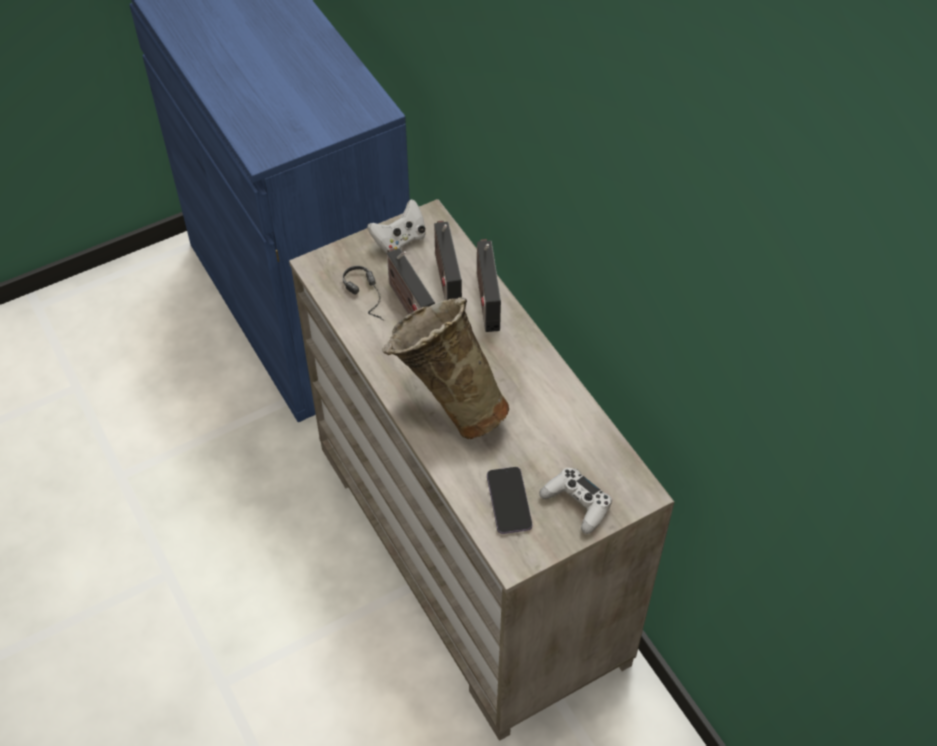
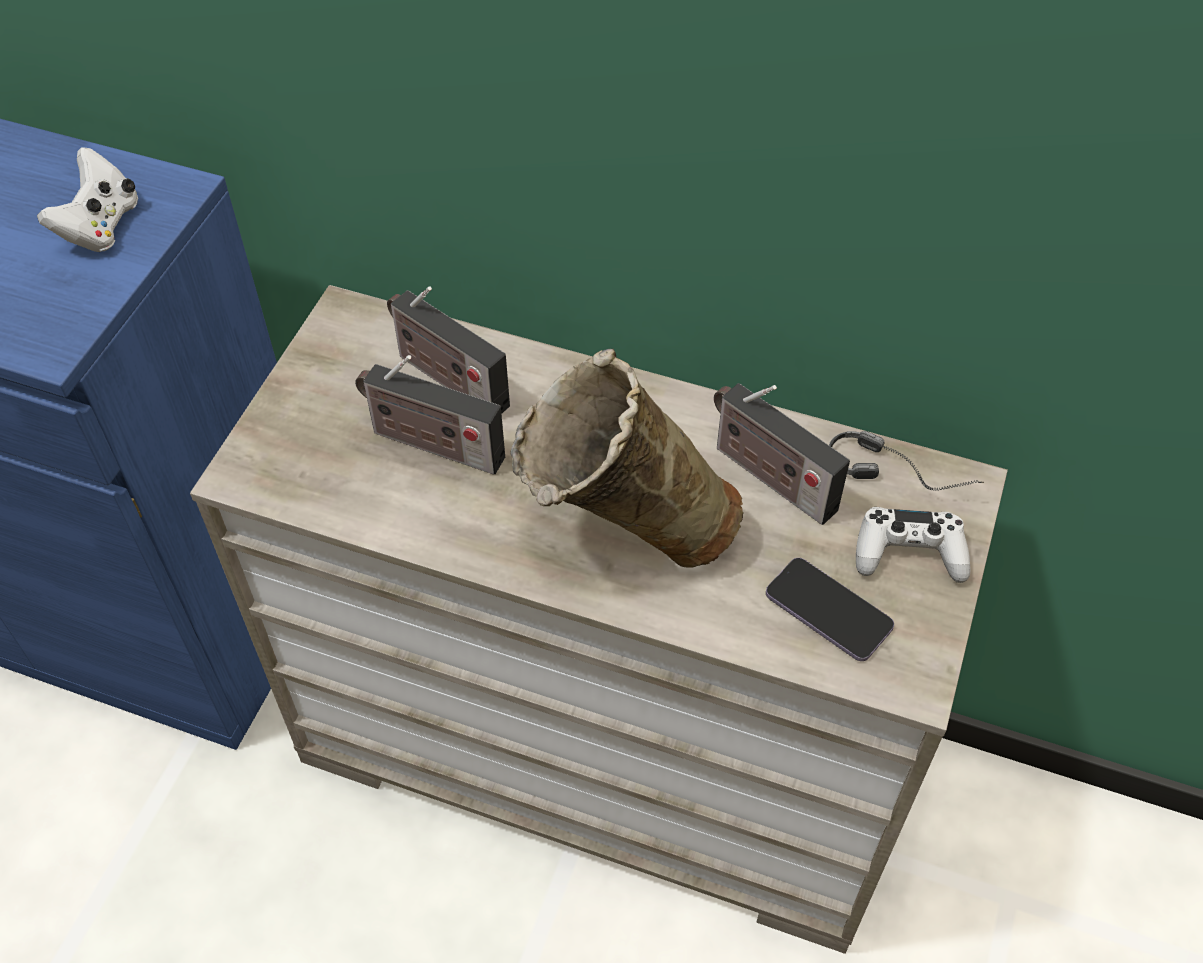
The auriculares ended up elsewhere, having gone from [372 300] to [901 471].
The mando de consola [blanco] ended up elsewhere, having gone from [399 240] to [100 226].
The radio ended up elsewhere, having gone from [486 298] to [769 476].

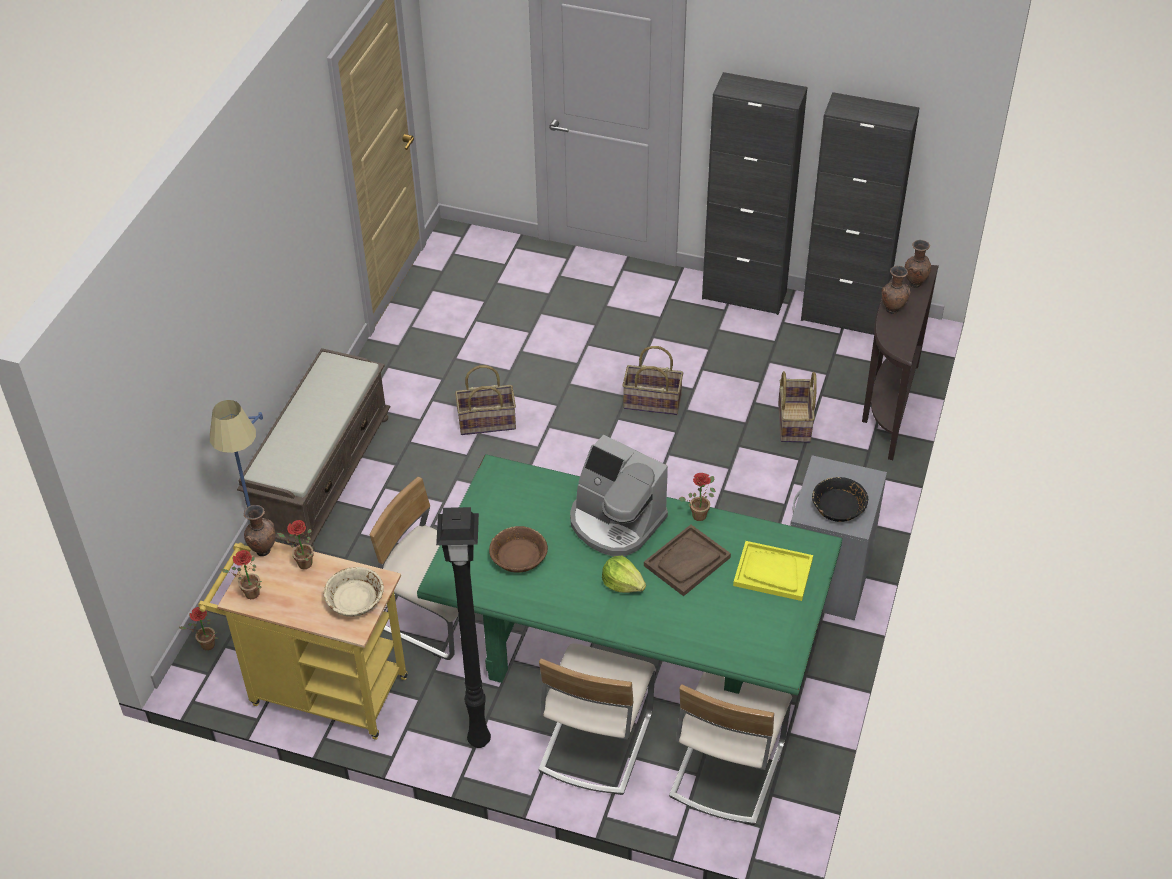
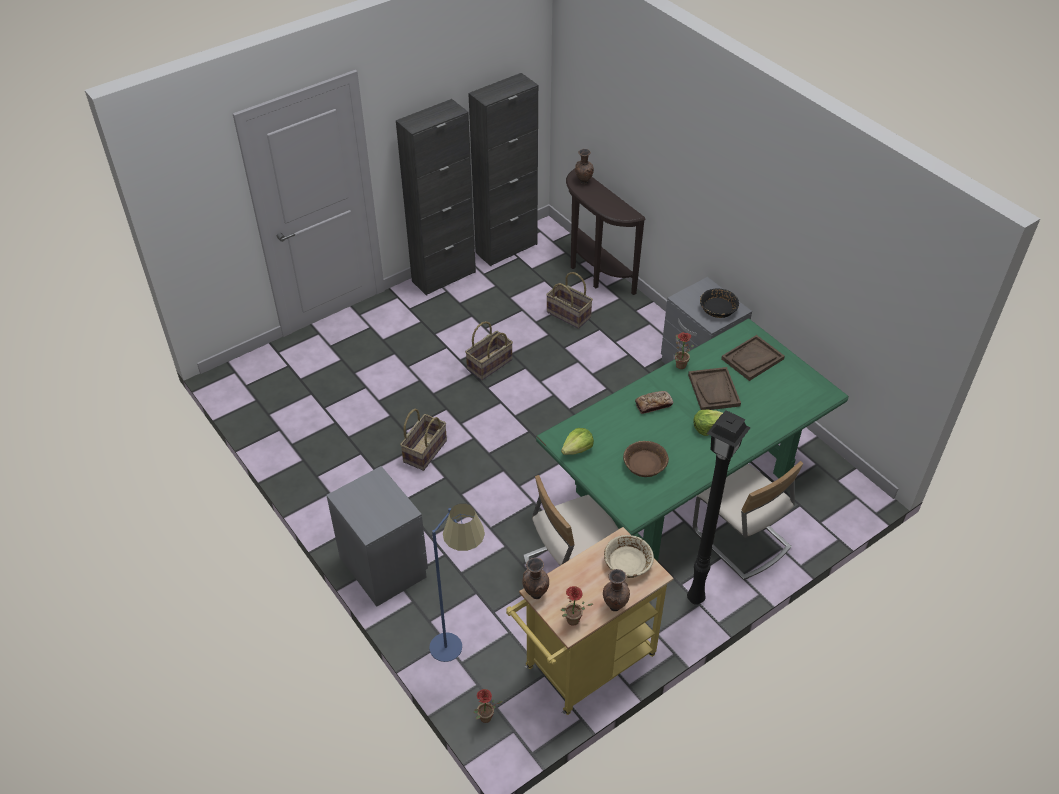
Where the banco [marrón] stood at [322 475], the mesita de noche [gris] came to stand at [384 566].
The second view lost the planta en maceta at [301 564].
Where the cafetera stood at [615 522], the pan came to stand at [653 404].
The second view lost the silla [beis] at [726 769].
What was the bandeja [amarillo] at [772 572] turned into the bandeja [marrón] at [752 359].
The florero [marrón] ended up elsewhere, having gone from [892 309] to [614 605].
The second view gained the lechuga at [577 449].

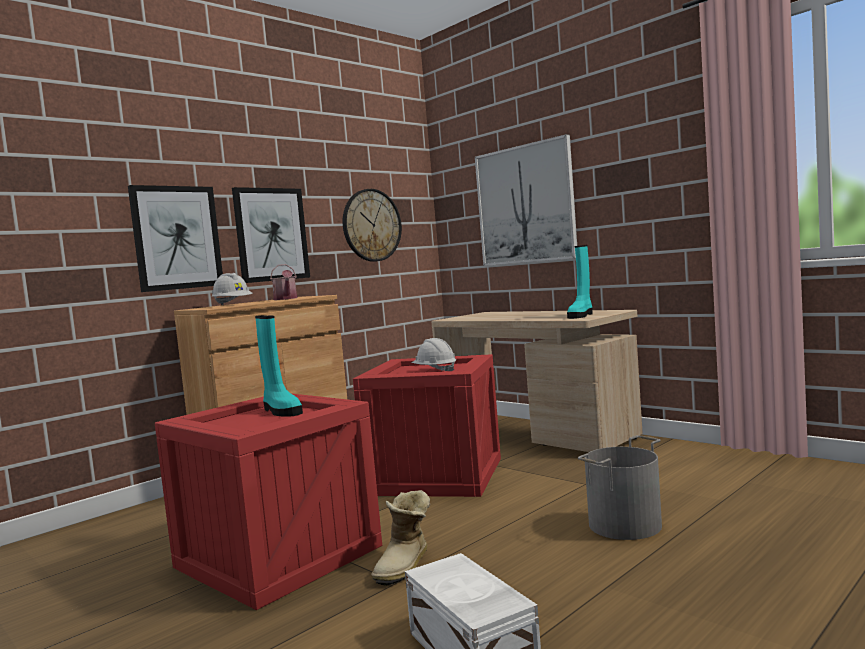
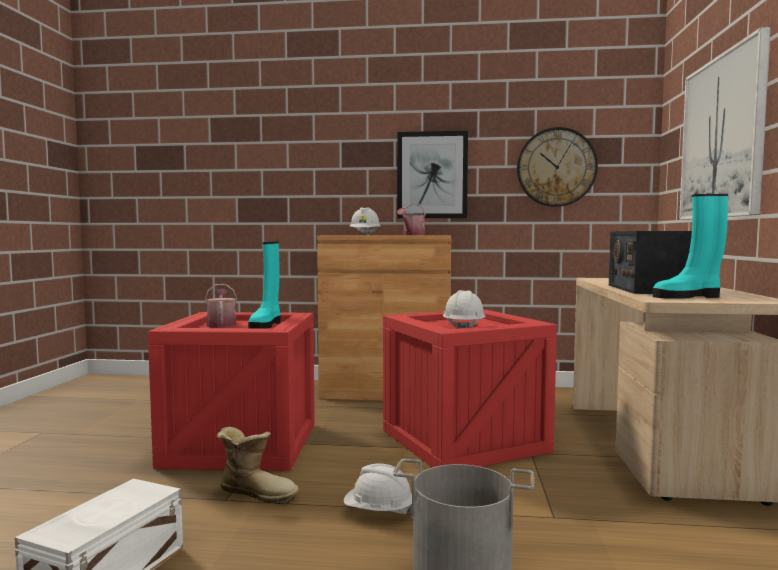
The second view lost the cuadro at [177 238].
The bota at [406 566] ended up facing another way, 150 degrees counterclockwise from before.
The second view gained the regadera at [221 324].
The second view gained the casco [blanco] at [378 512].
The second view gained the radio at [649 289].

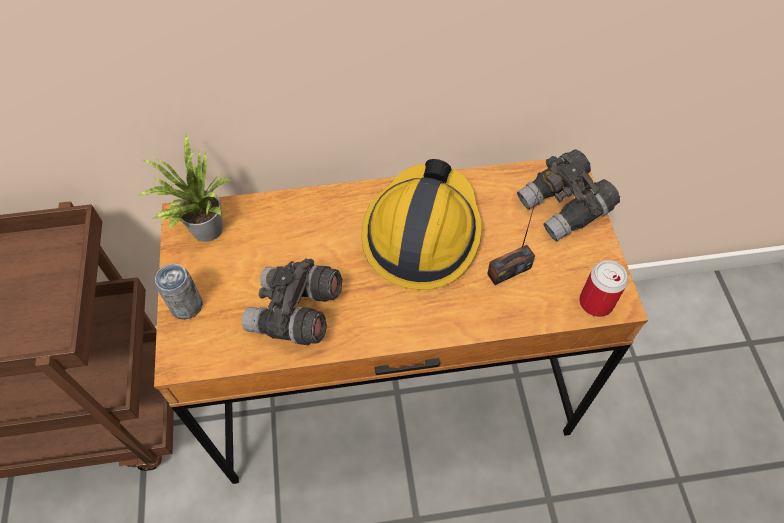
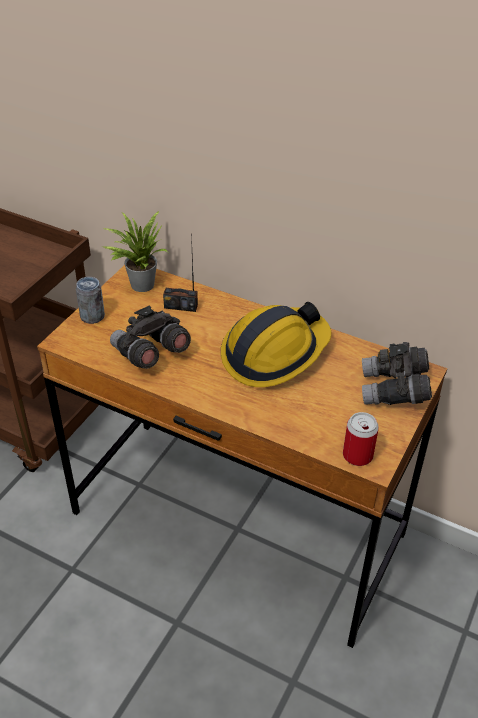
The radio ended up elsewhere, having gone from [509 270] to [181 306].

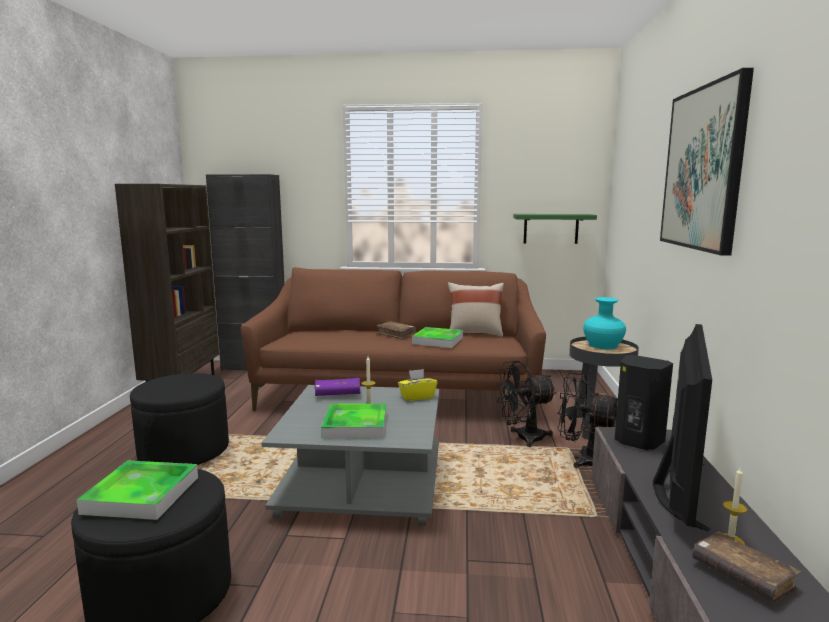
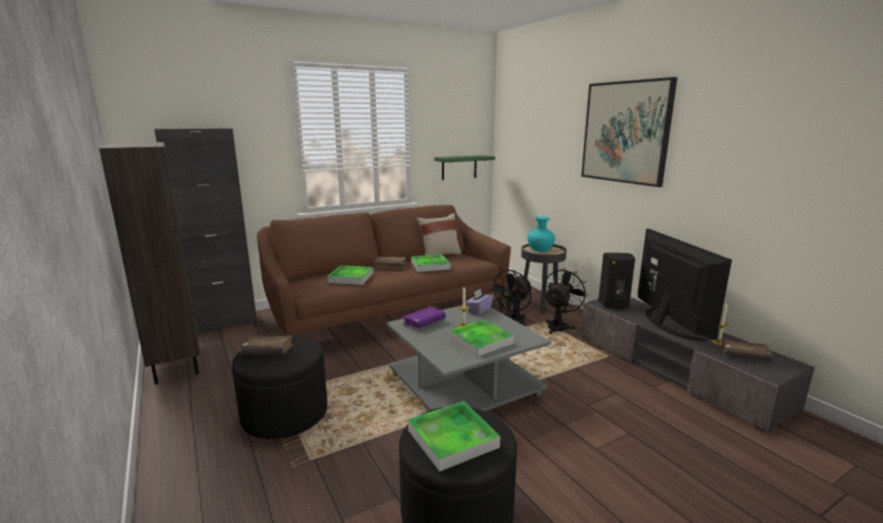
What was the caja de pañuelos [amarillo] at [417 397] turned into the caja de pañuelos [morado] at [479 310].
The ventilador [negro] at [583 459] ended up facing another way, 135 degrees clockwise from before.
The second view gained the libro [marrón] at [267 351].
The second view gained the bandeja at [351 278].

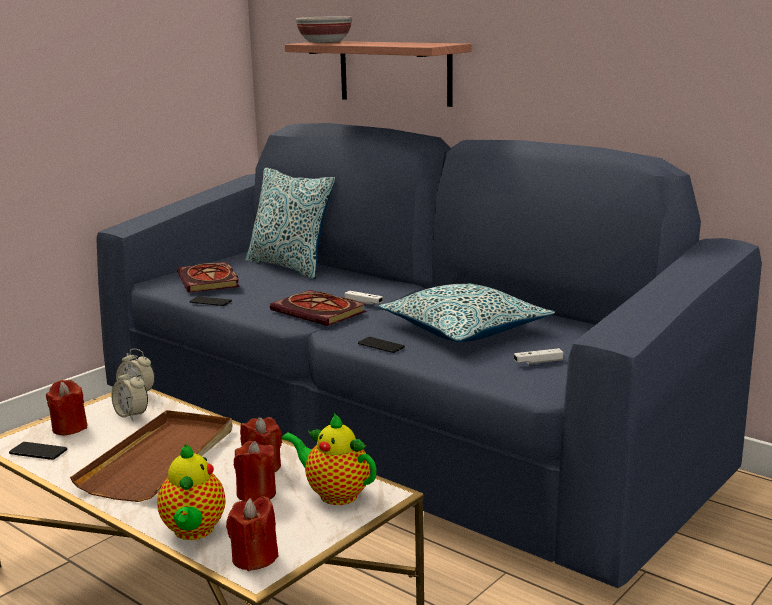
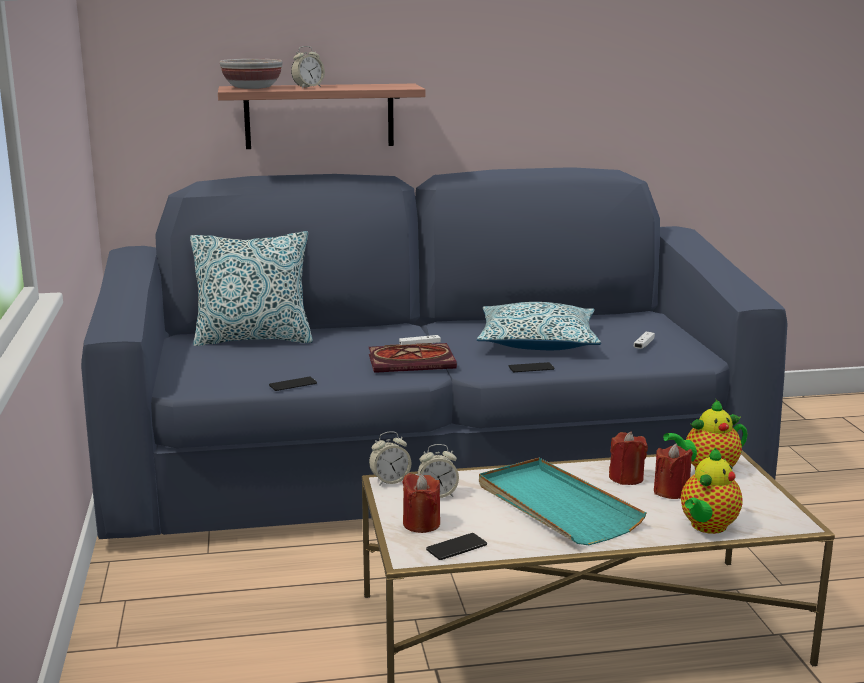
What was the bandeja [marrón] at [160 459] turned into the bandeja [turquesa] at [555 506].
The tetera at [193 532] ended up facing another way, 90 degrees clockwise from before.
The second view lost the libro at [210 281].
The second view lost the vela [rojo] at [254 558].
The second view gained the despertador at [308 87].

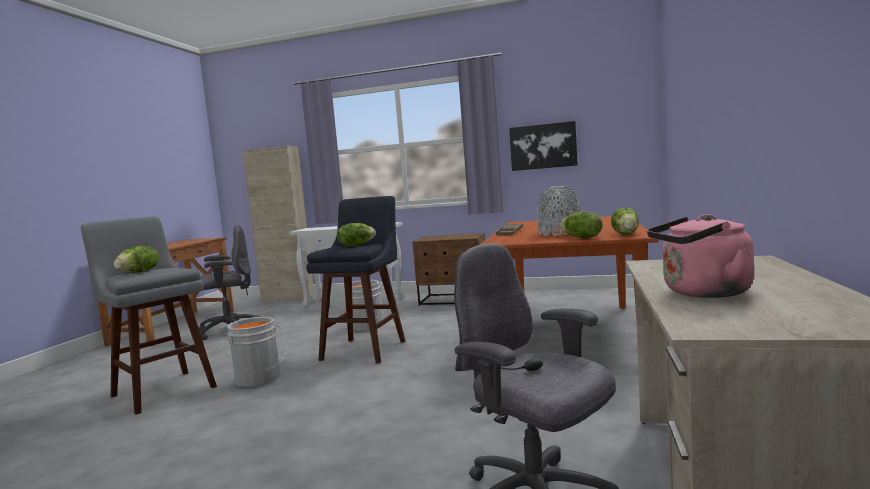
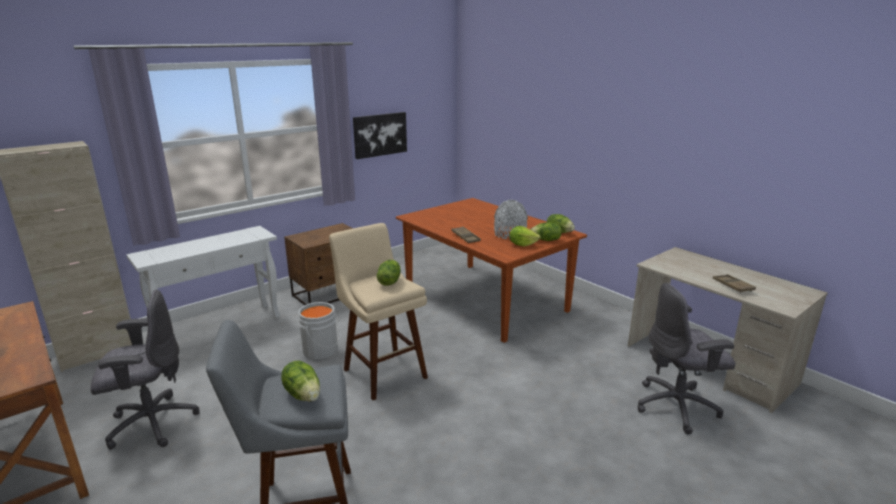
The silla de oficina [gris] at [228 330] ended up facing another way, 60 degrees clockwise from before.
The second view lost the cubo [gris] at [259 379].
What was the taburete [azul] at [366 348] turned into the taburete [beis] at [382 371].
Where the hervidor [rosa] stood at [702 293], the bandeja [marrón] came to stand at [732 286].
The second view gained the lechuga at [522 245].

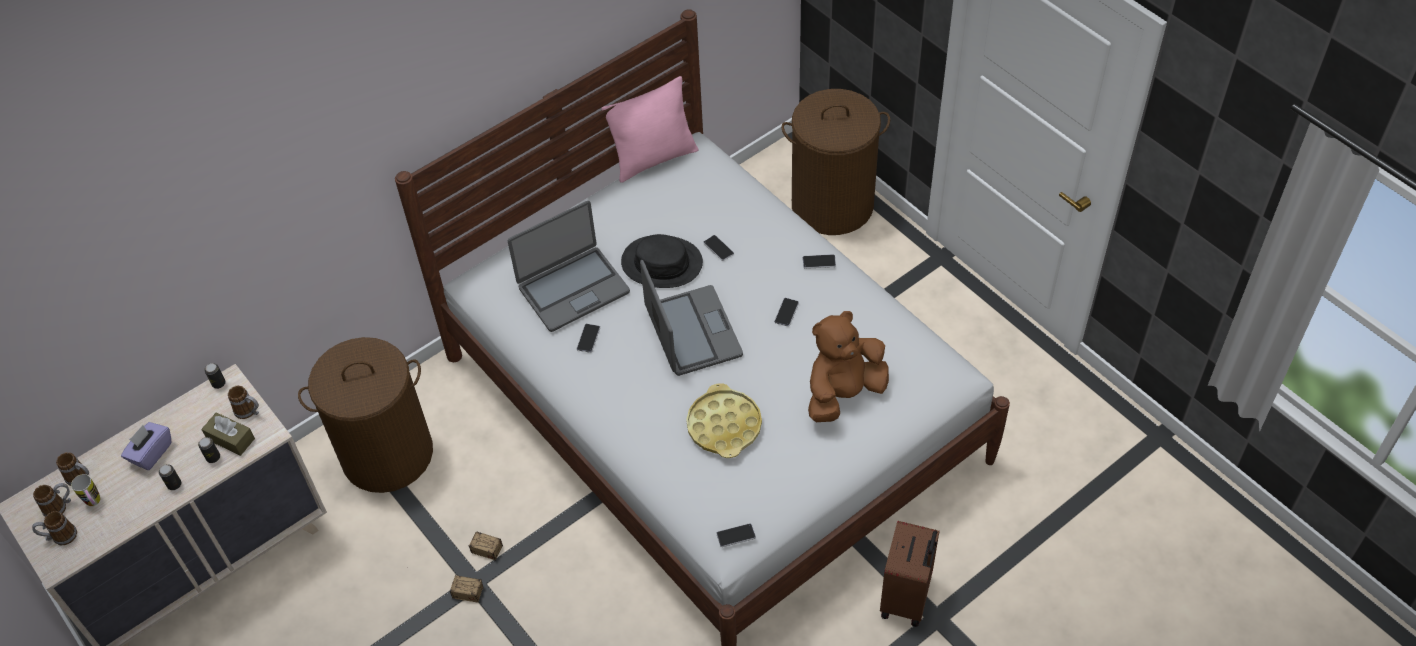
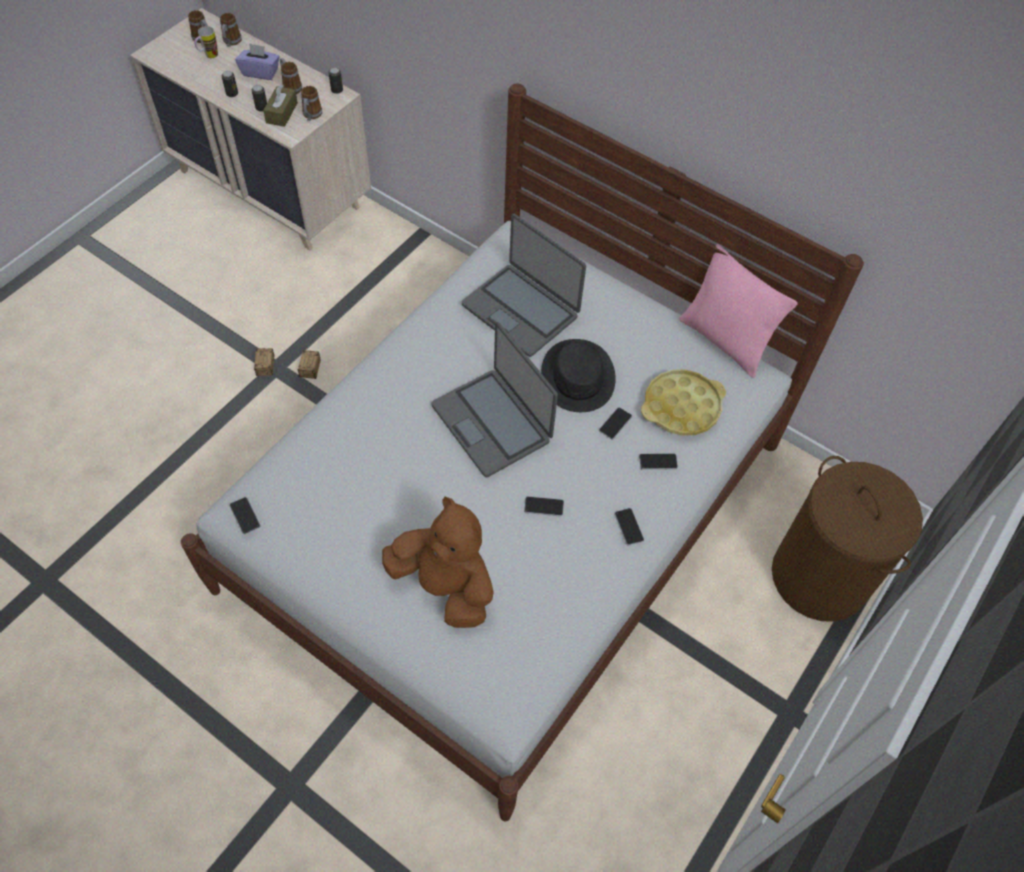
The taza grande ended up elsewhere, having gone from [60 537] to [290 86].
The second view lost the cesto de la ropa [marrón] at [387 455].
The móvil ended up elsewhere, having gone from [588 338] to [658 462].
The portátil at [692 332] ended up facing another way, 90 degrees clockwise from before.
The bandeja [amarillo] ended up elsewhere, having gone from [724 426] to [682 407].
The second view lost the maleta [marrón] at [907 598].

